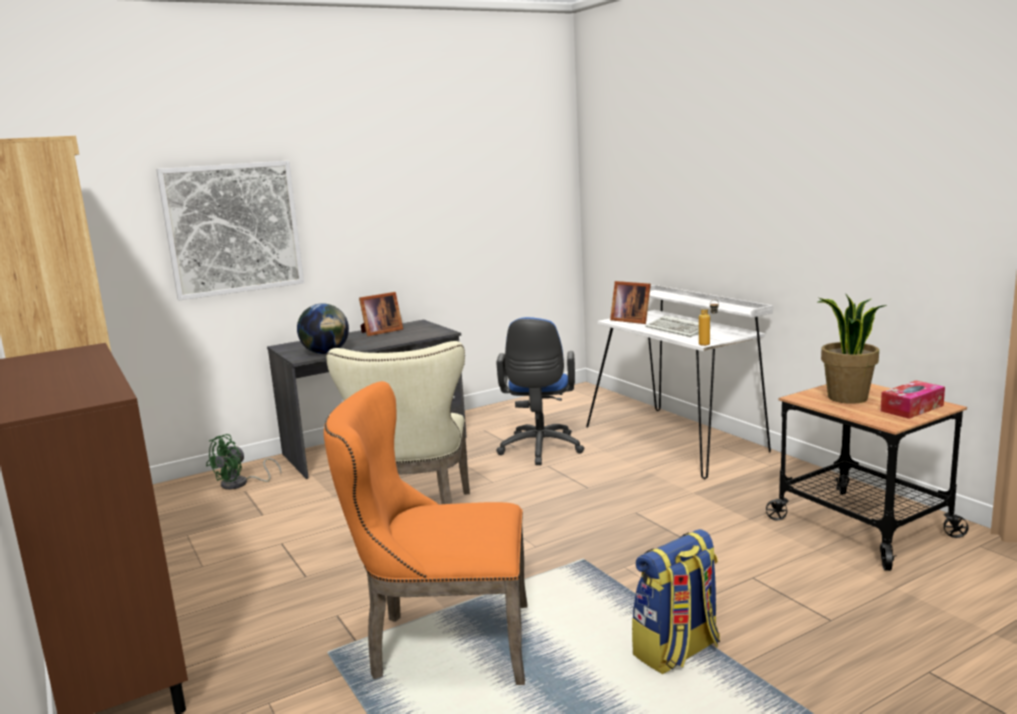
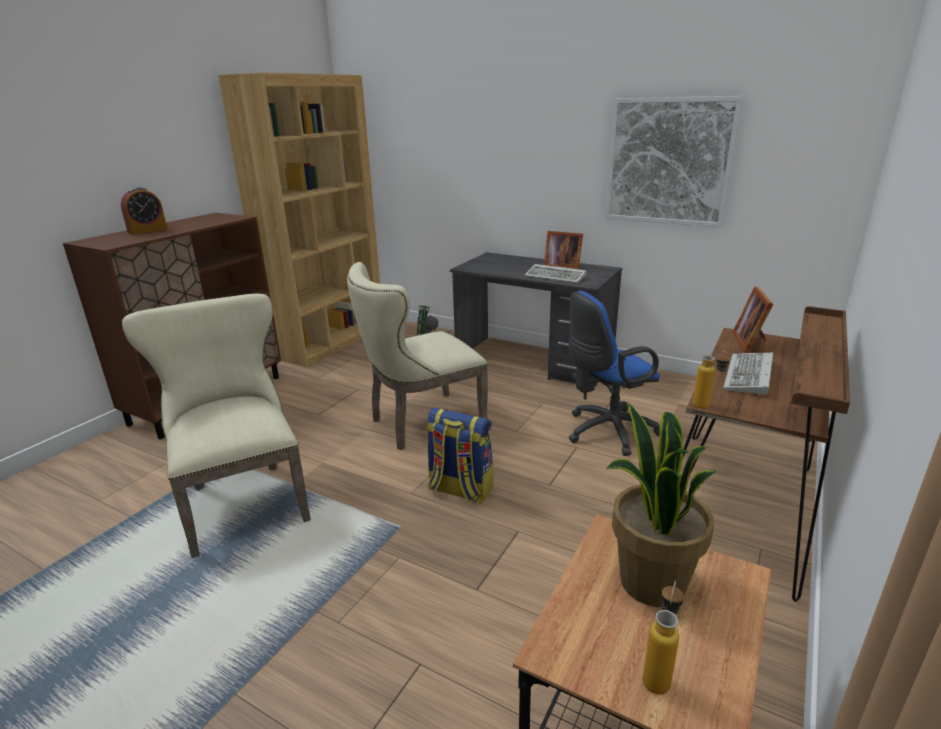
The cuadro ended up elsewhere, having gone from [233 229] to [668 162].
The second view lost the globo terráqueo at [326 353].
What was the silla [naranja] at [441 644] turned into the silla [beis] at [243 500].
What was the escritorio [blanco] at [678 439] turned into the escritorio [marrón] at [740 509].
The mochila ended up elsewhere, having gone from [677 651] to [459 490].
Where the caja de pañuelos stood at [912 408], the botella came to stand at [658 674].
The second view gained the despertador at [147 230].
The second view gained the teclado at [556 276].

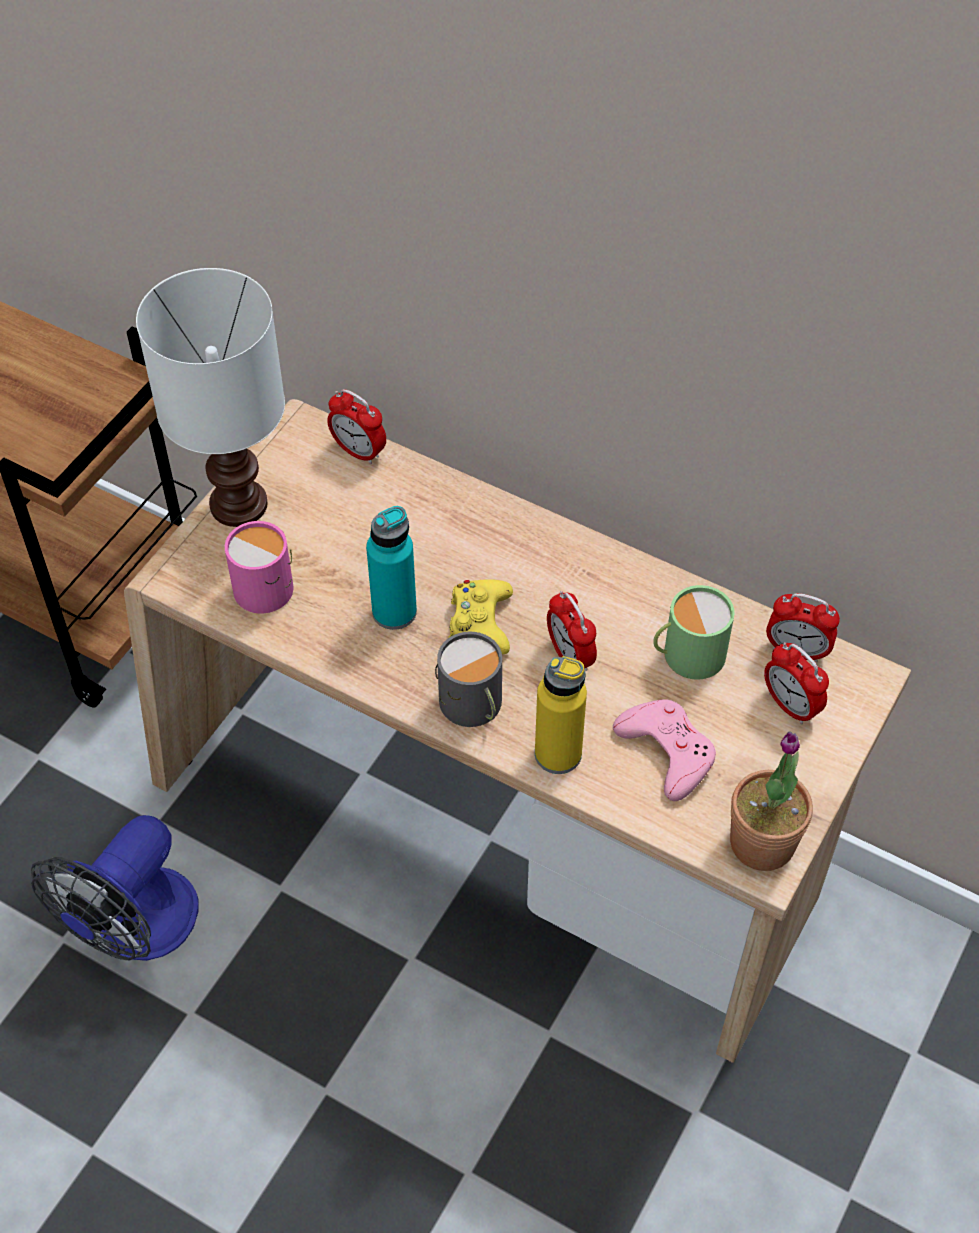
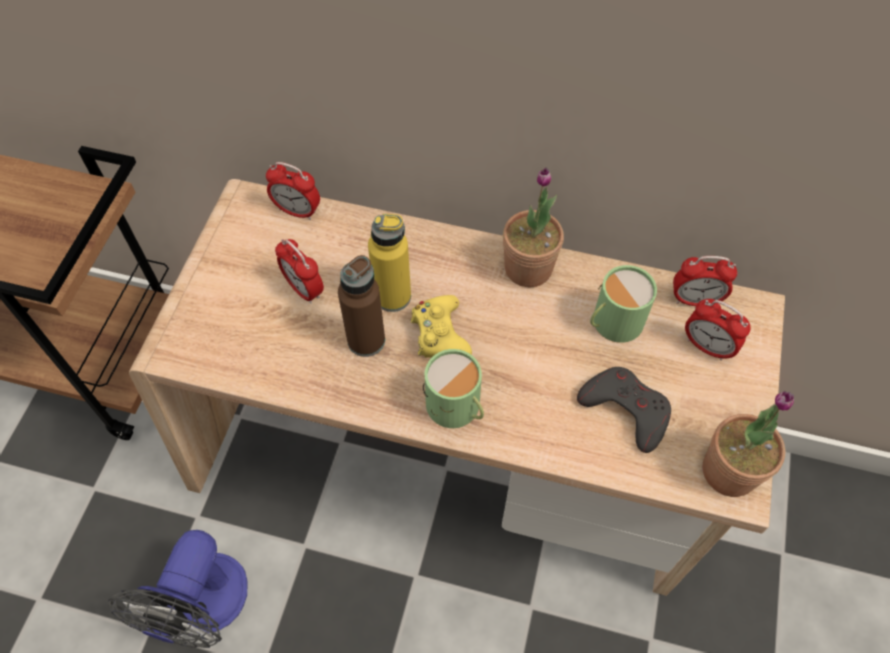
The second view lost the lámpara de mesa [blanco] at [236 505].
The second view lost the taza grande [rosa] at [268 584].
What was the botella [turquesa] at [394 612] turned into the botella [marrón] at [366 340].
What was the taza grande [gris] at [473 706] turned into the taza grande [verde] at [456 408].
The botella [amarillo] ended up elsewhere, having gone from [558 754] to [392 296].
The despertador ended up elsewhere, having gone from [570 656] to [304 289].
What was the mando de consola [rosa] at [667 751] turned into the mando de consola [gris] at [625 409].
The second view gained the planta en maceta at [528 268].

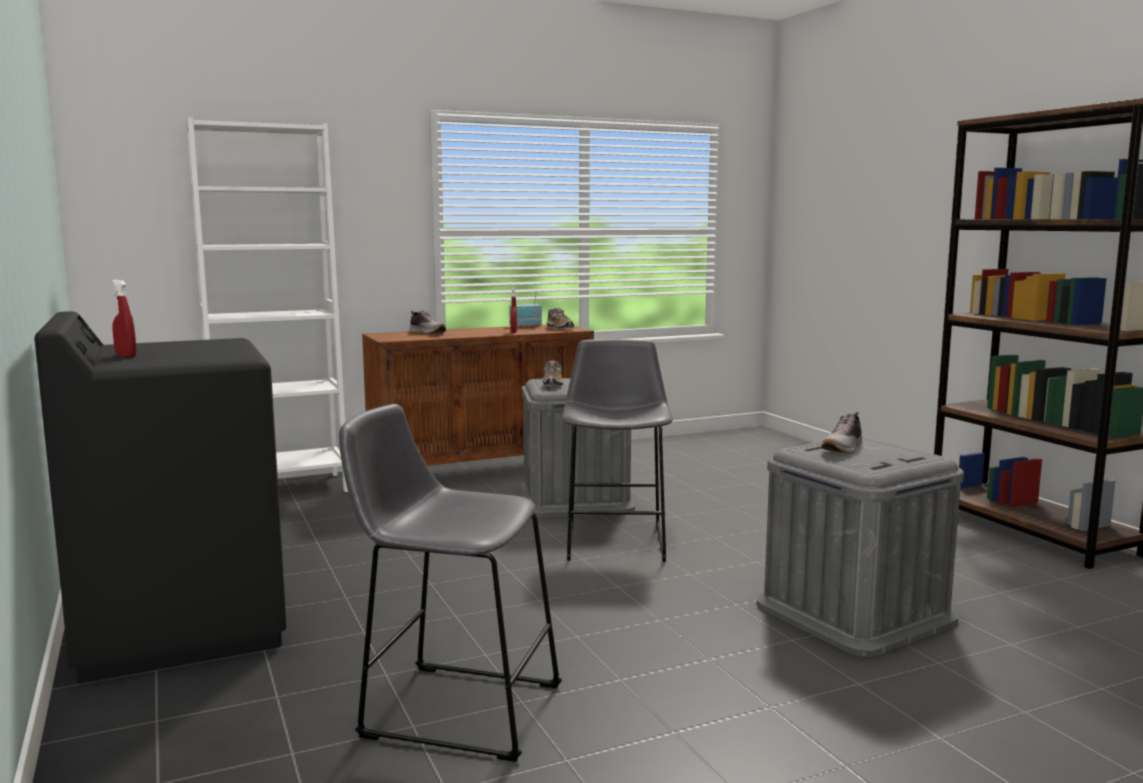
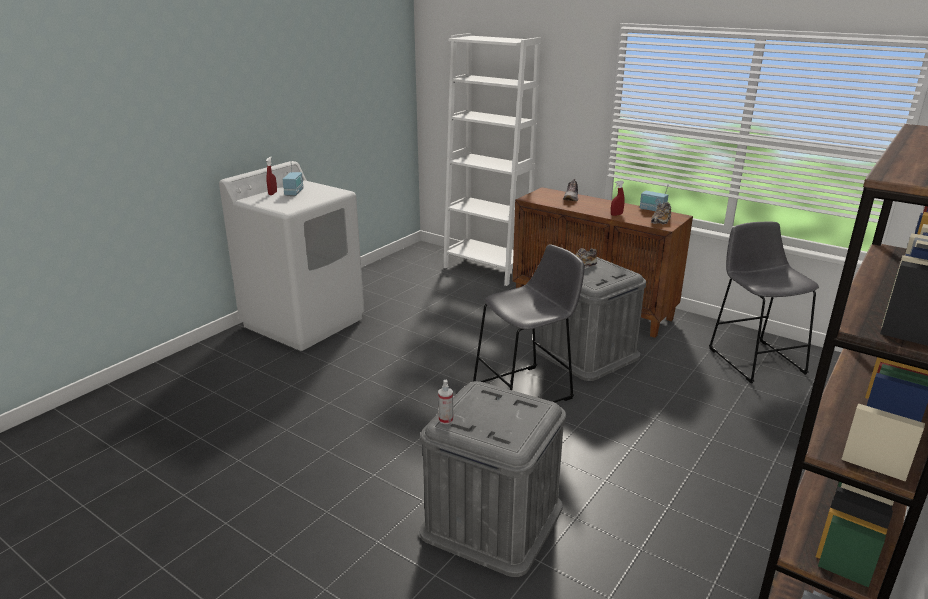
What was the lavadora [negro] at [179 626] turned into the lavadora [blanco] at [304 322].
The taburete [gris] ended up elsewhere, having gone from [452 708] to [753 358].
The second view lost the zapato at [844 448].
The second view gained the radio at [294 193].
The second view gained the pulverizador at [446 420].

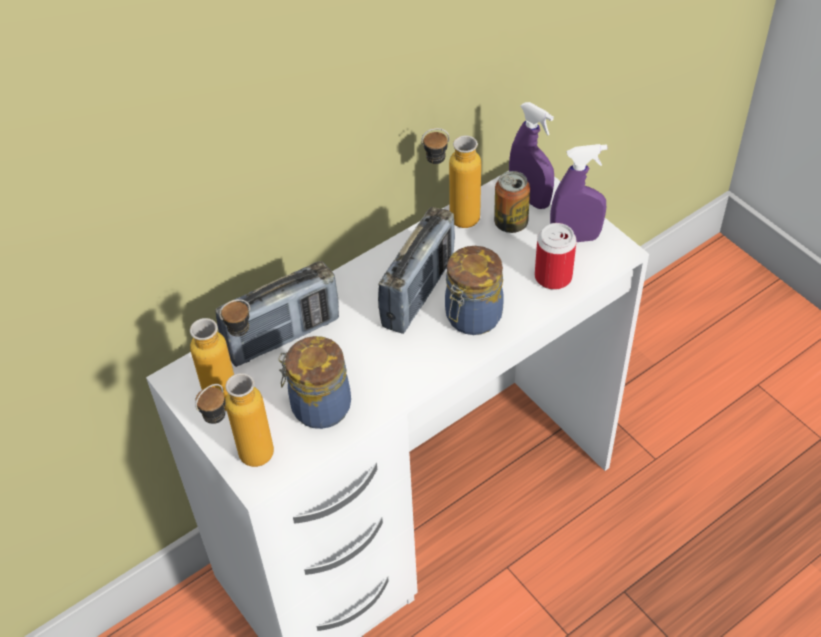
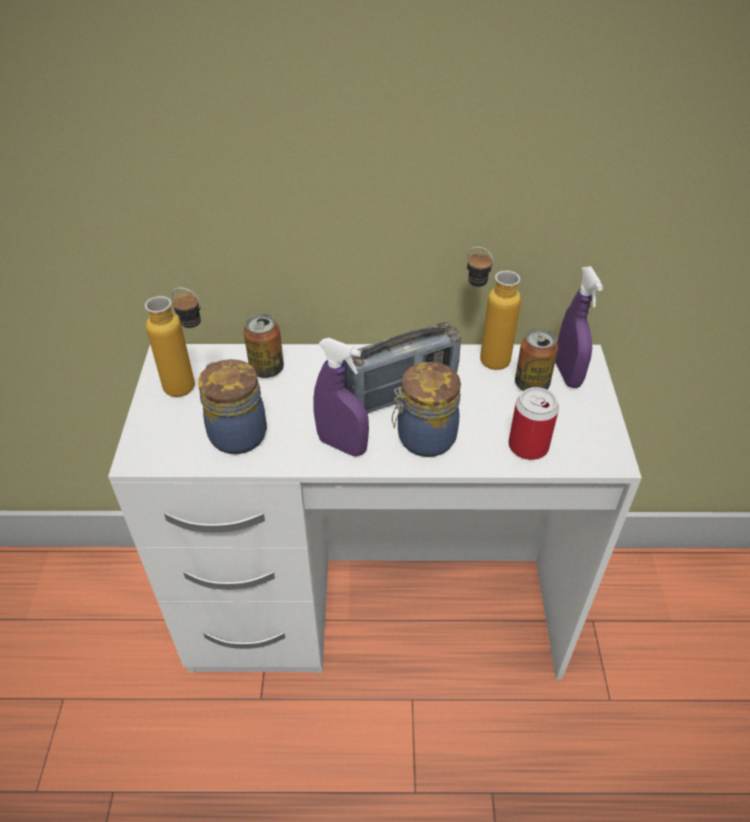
The second view lost the botella at [244 462].
Where the radio stood at [283 336], the lata came to stand at [267 369].
The pulverizador [morado] ended up elsewhere, having gone from [575 238] to [342 445].

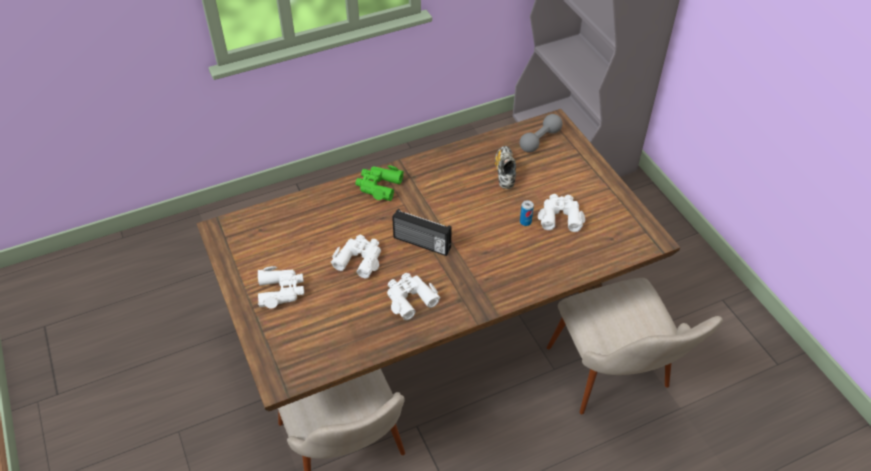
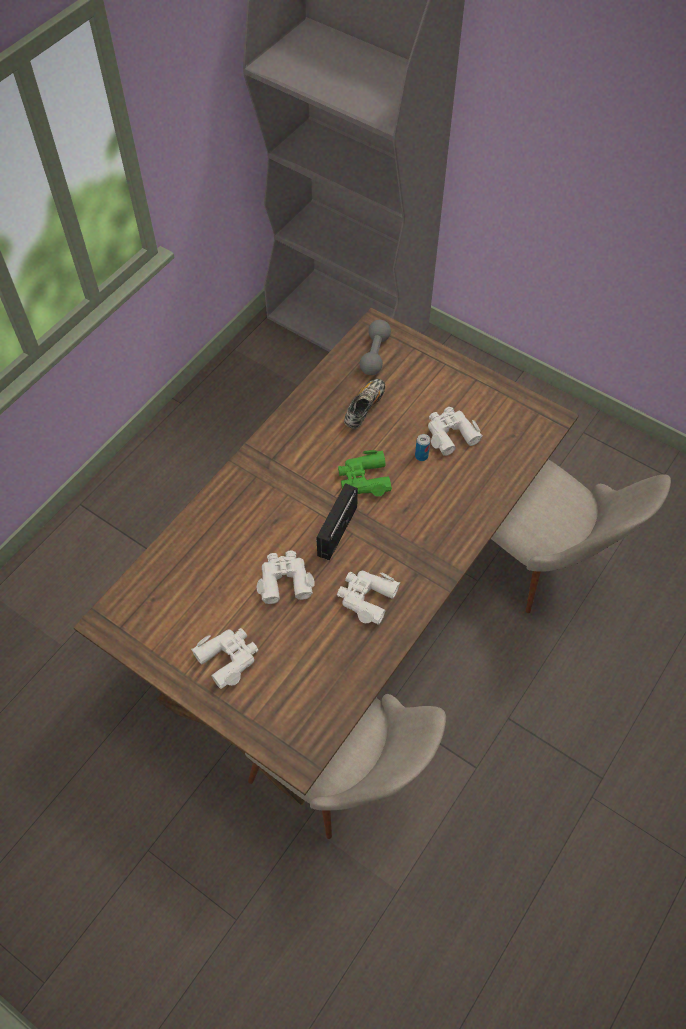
The prismáticos [verde] ended up elsewhere, having gone from [378 186] to [364 479].
The radio at [421 244] ended up facing another way, 120 degrees clockwise from before.
The zapato at [505 172] ended up facing another way, 60 degrees clockwise from before.

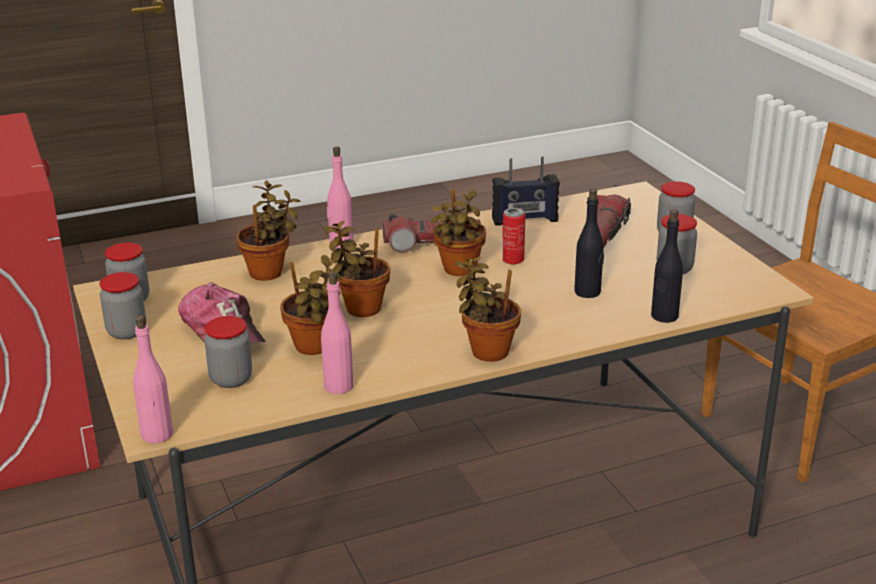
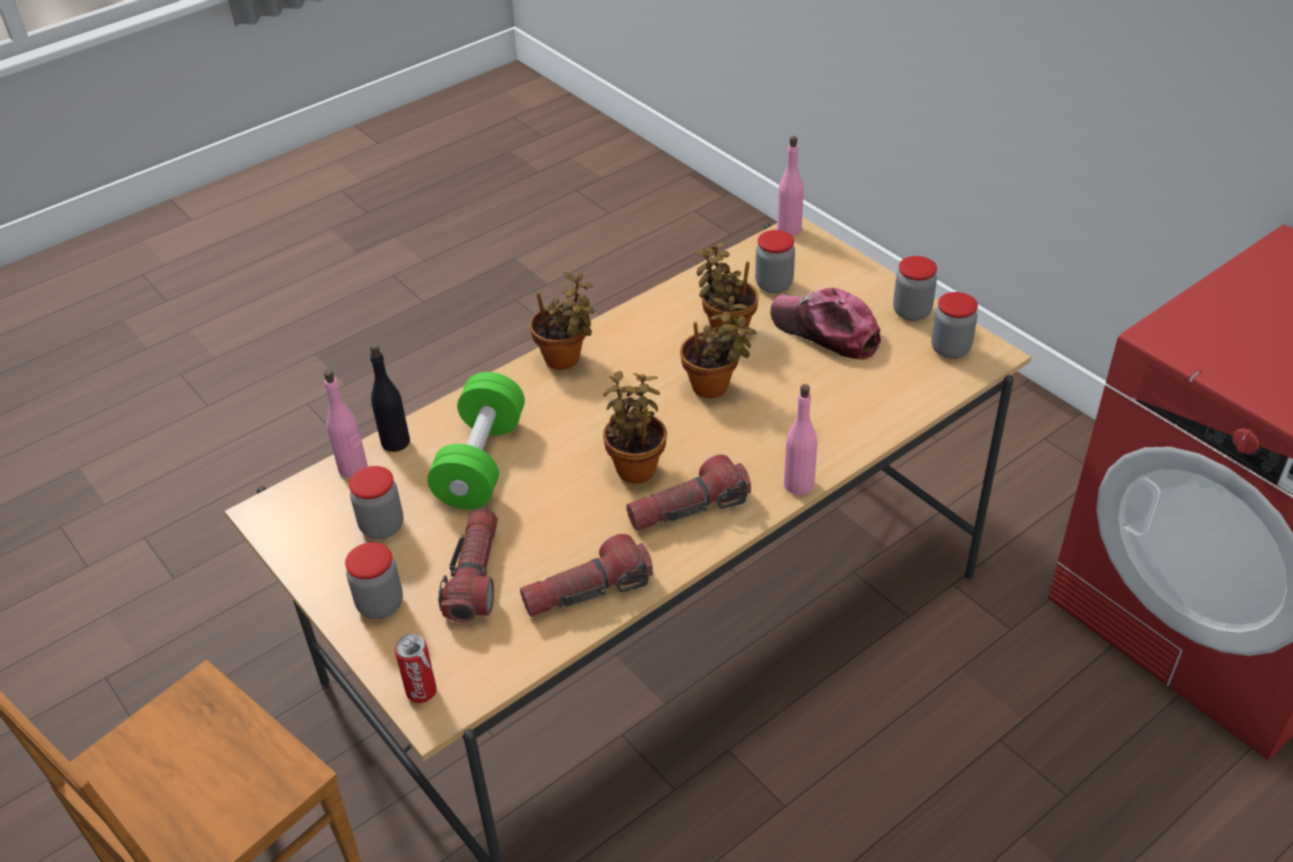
The second view lost the planta en maceta at [269 272].
The botella [rosa] ended up elsewhere, having gone from [338 386] to [353 468].
Where the radio stood at [525 220], the linterna came to stand at [587 591].
The lata ended up elsewhere, having gone from [513 260] to [421 691].
Where the botella [negro] stood at [587 292], the mancuerna [verde] came to stand at [481 462].

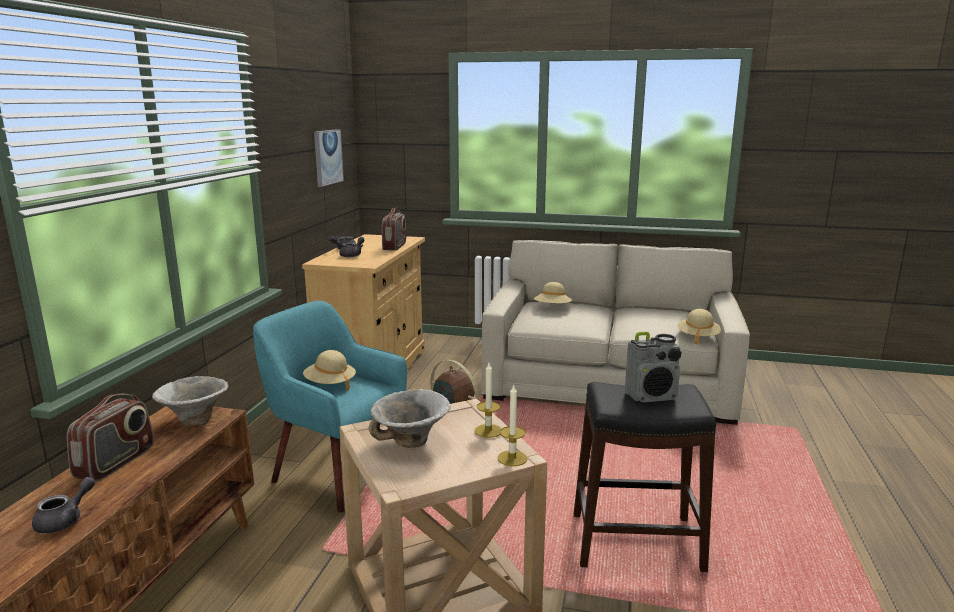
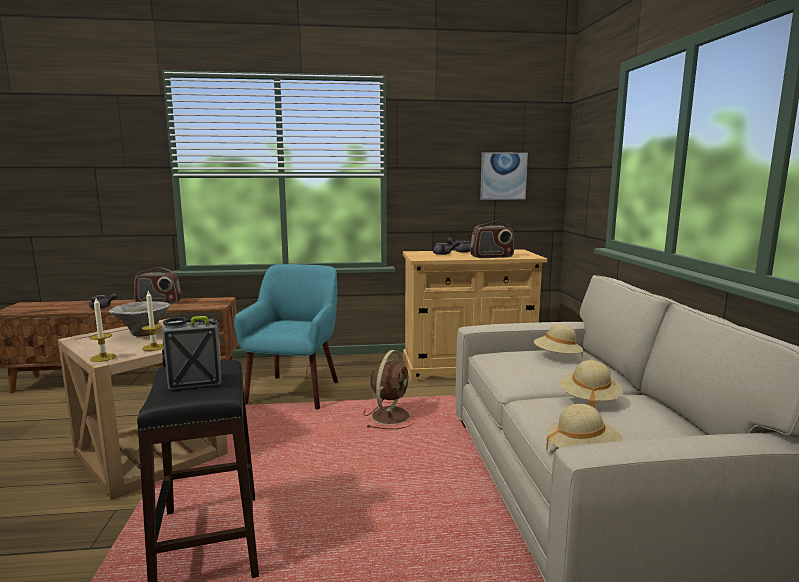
The second view lost the cuenco at [194 421].
The sombrero [beis] ended up elsewhere, having gone from [330 384] to [589 400].
The radio at [651 396] ended up facing another way, 105 degrees clockwise from before.

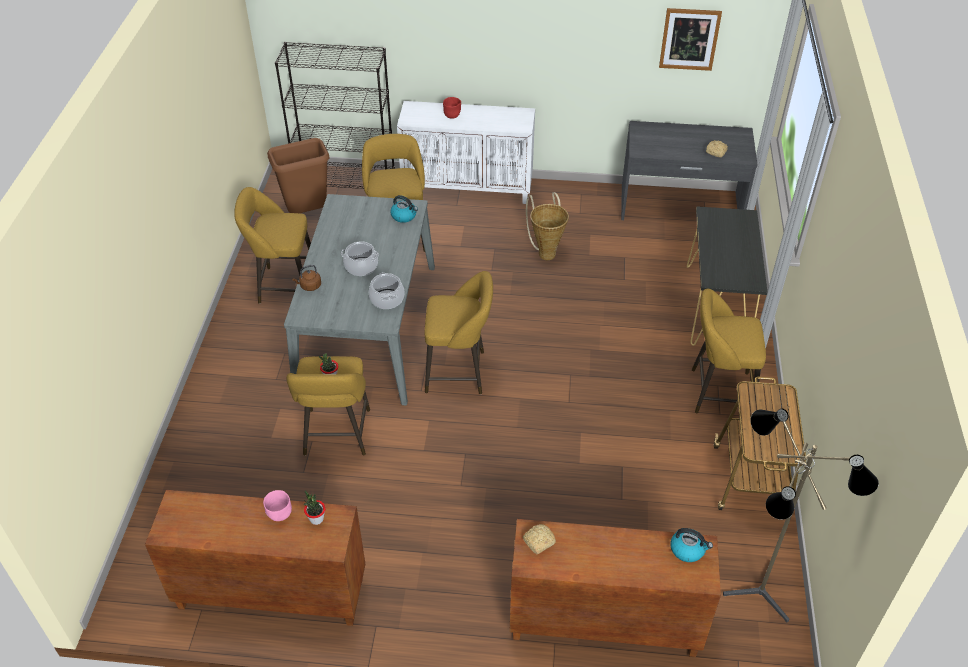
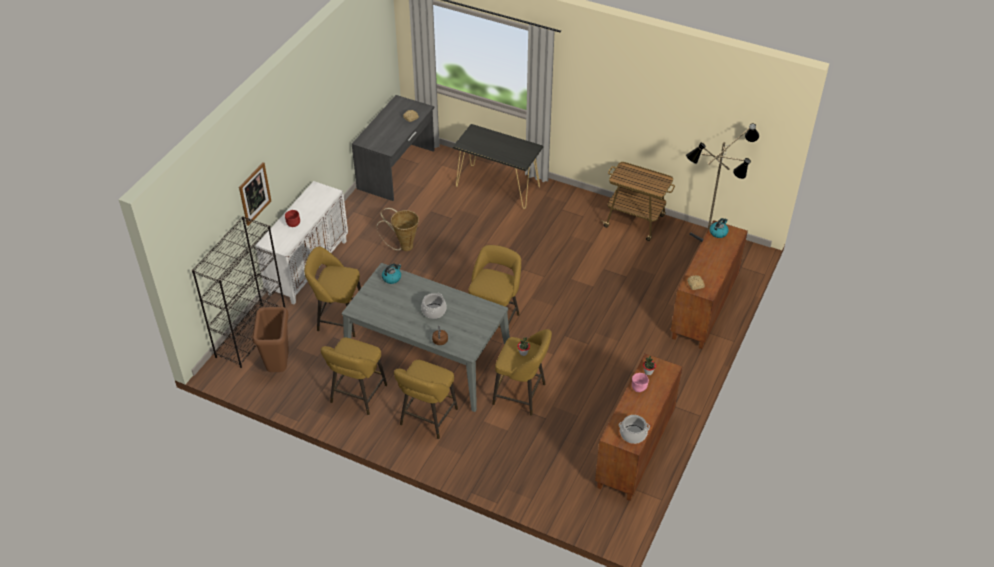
The olla ended up elsewhere, having gone from [386 299] to [633 434].
The cuadro ended up elsewhere, having gone from [689 39] to [254 193].
The taburete [amarillo] ended up elsewhere, having gone from [717 392] to [427 419].

